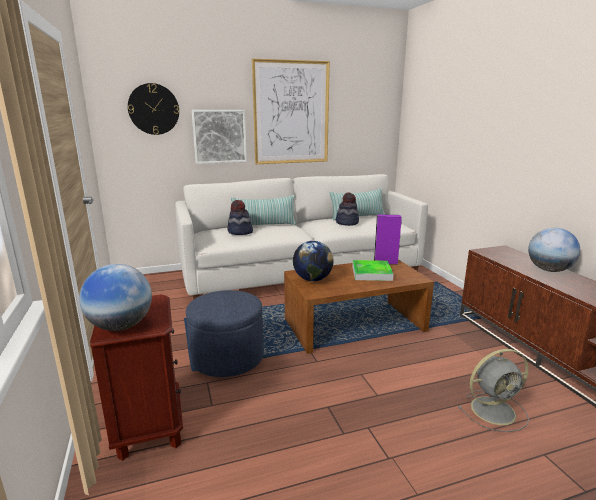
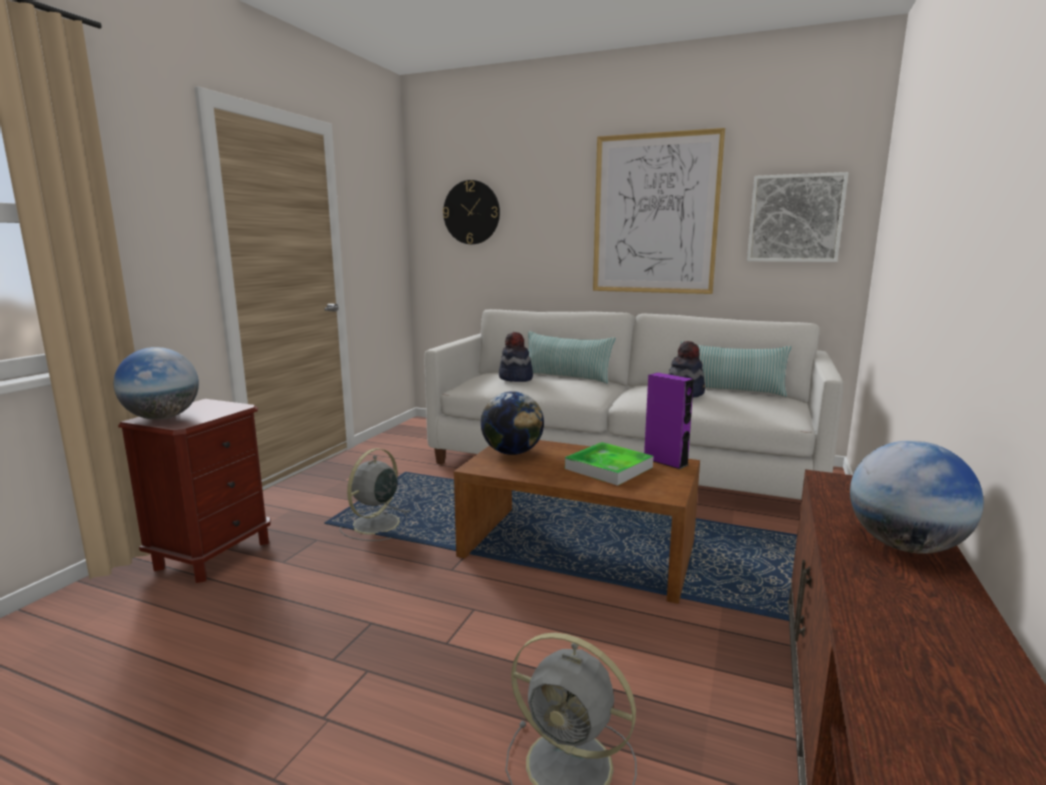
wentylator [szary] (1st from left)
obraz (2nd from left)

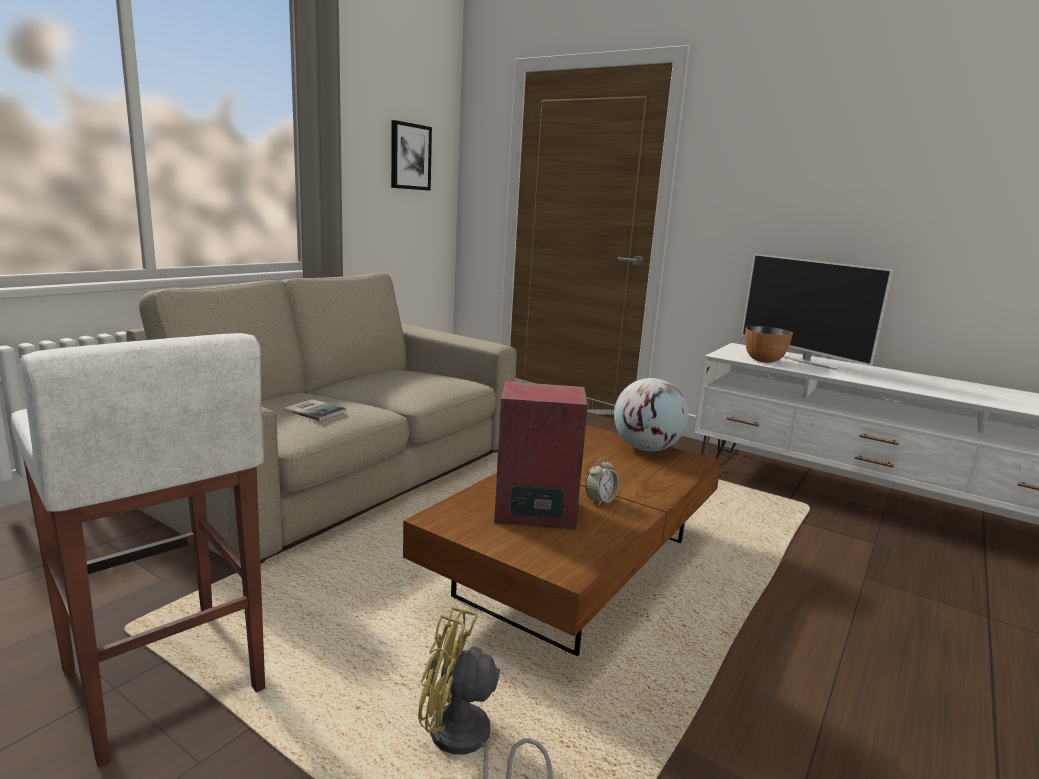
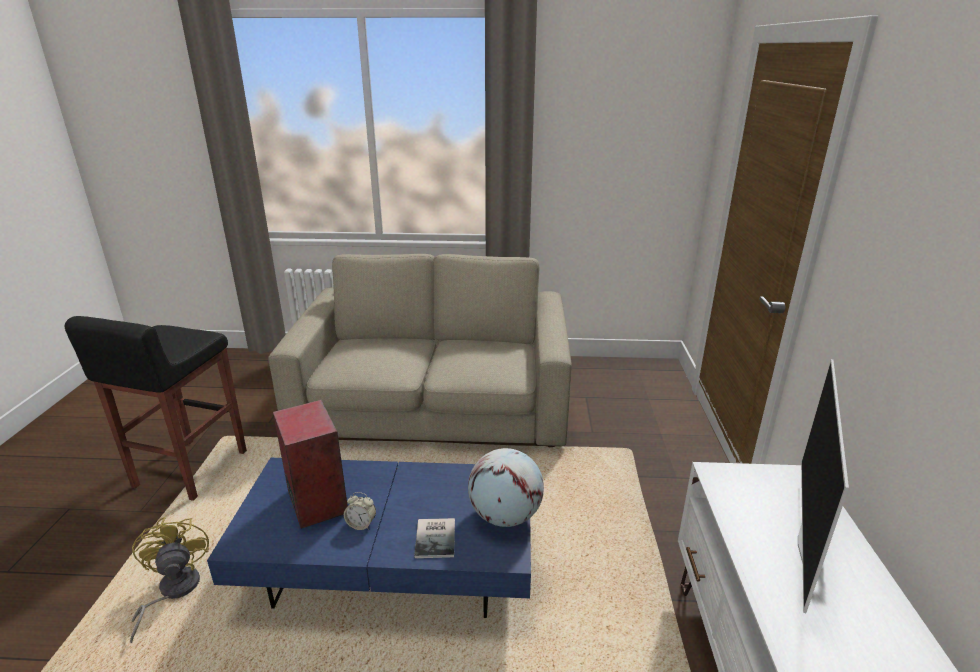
stołek [czarny]
ława [niebieski]
książka
obraz
miska

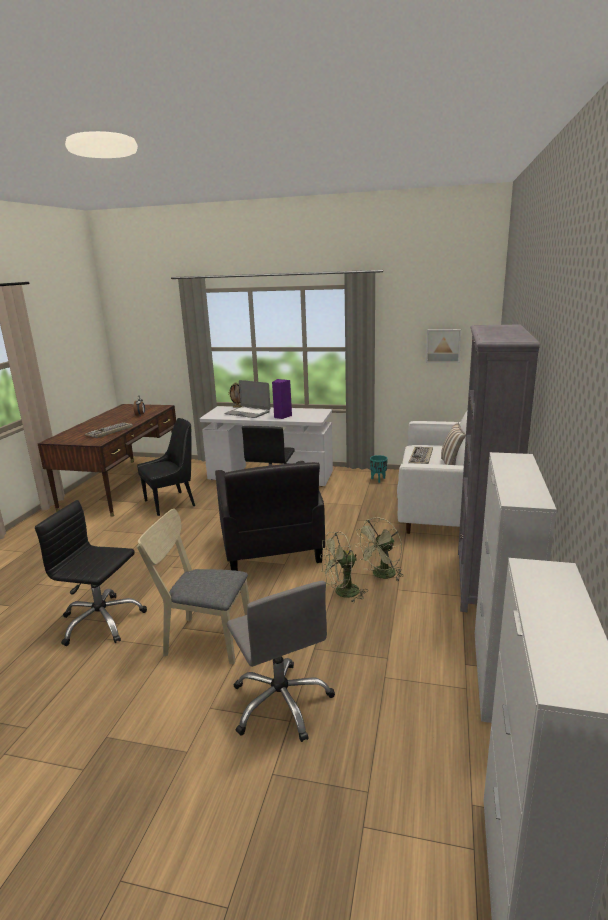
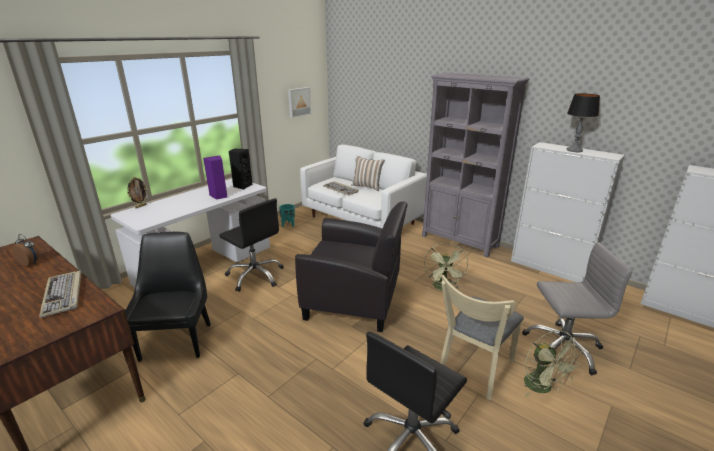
głośnik [czarny]
wentylator [zielony] (2nd from left)
lampa stołowa
laptop

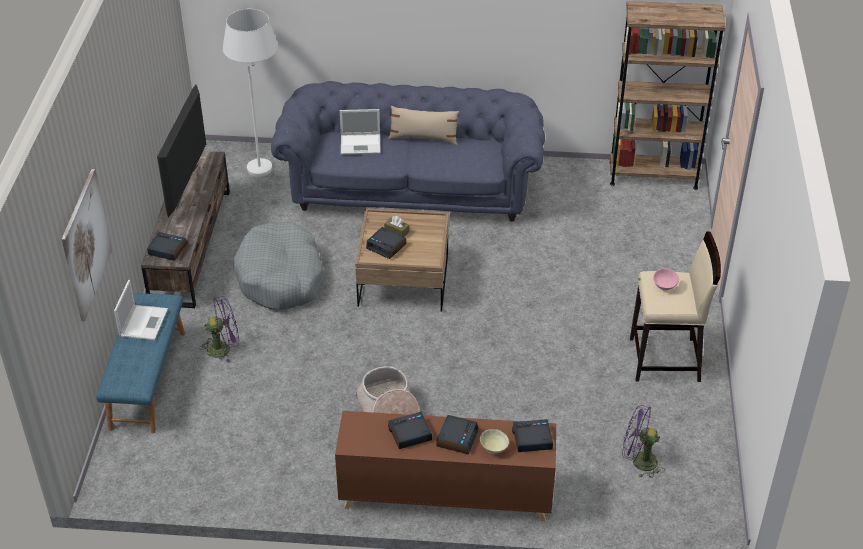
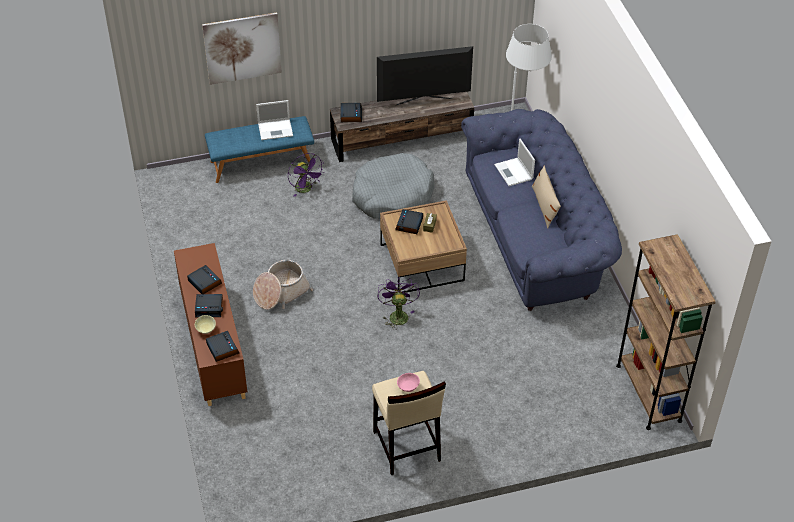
wentylator [fioletowy] (2nd from left)

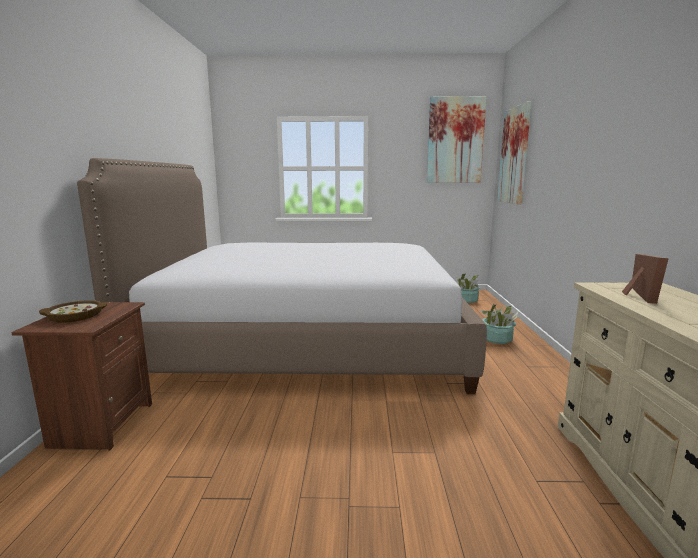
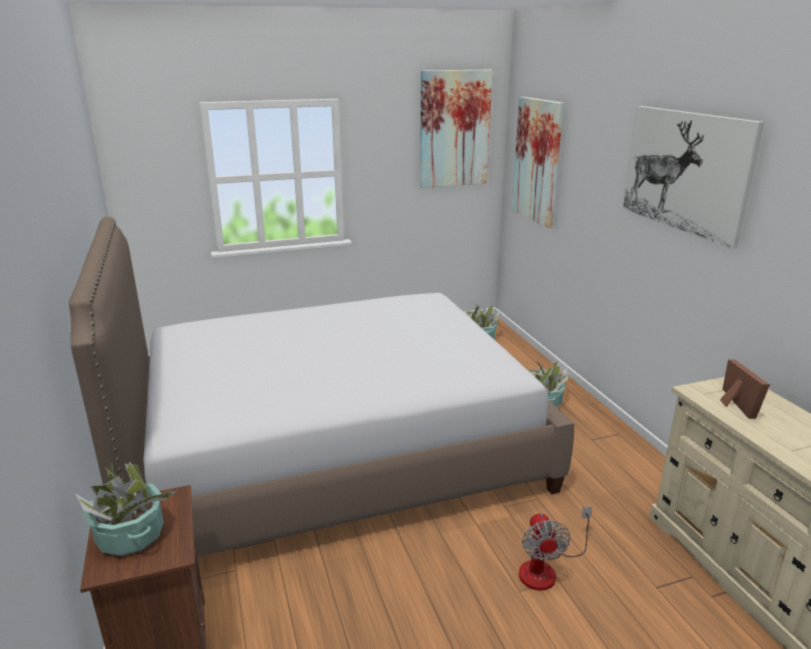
roślina doniczkowa (1st from left)
wentylator
obraz (3rd from left)

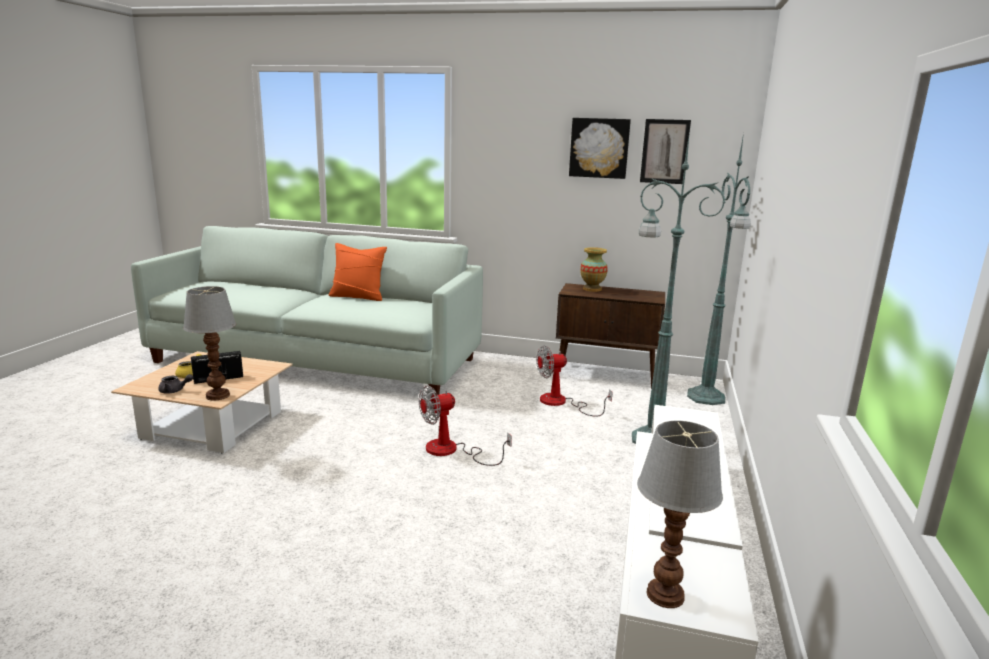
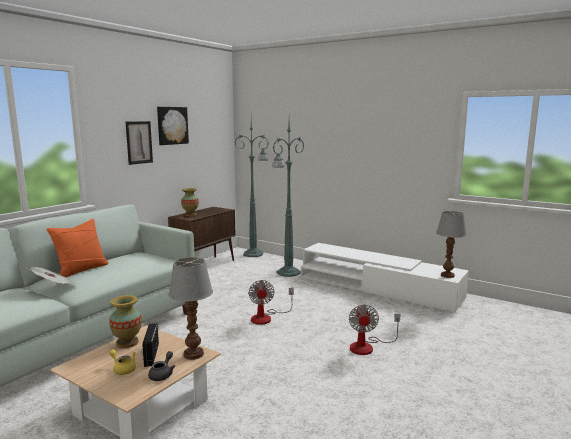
gazeta
wazon (1st from left)
obraz (1st from left)
wentylator (2nd from left)

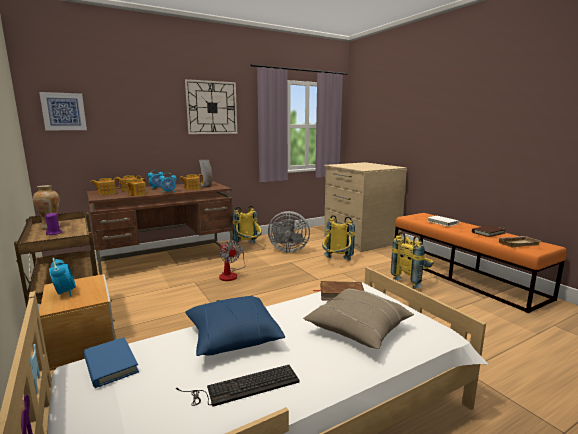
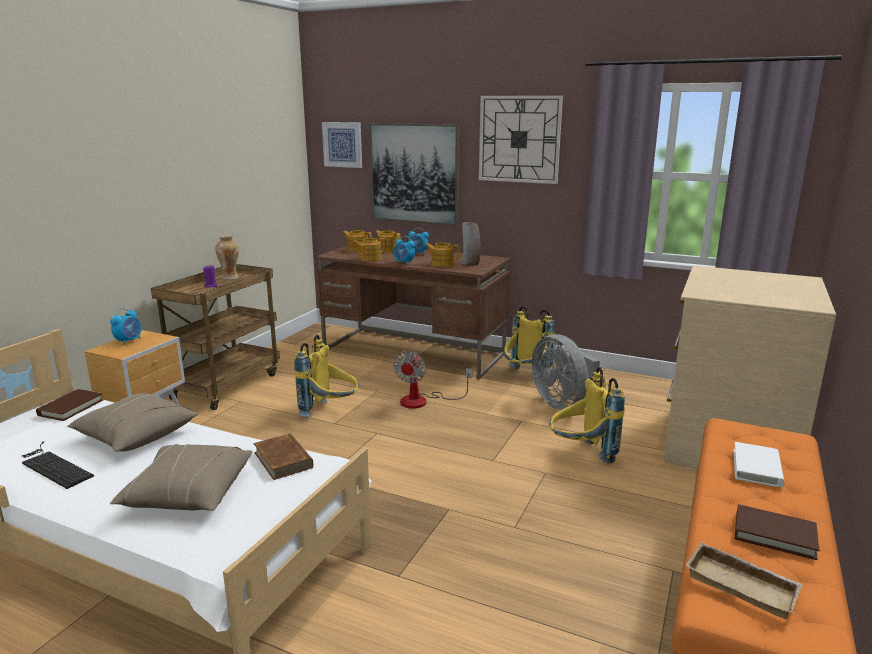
książka [brązowy] (1st from left)
poduszka [beżowy] (1st from left)
plecak [żółty] (1st from left)
obraz (2nd from left)

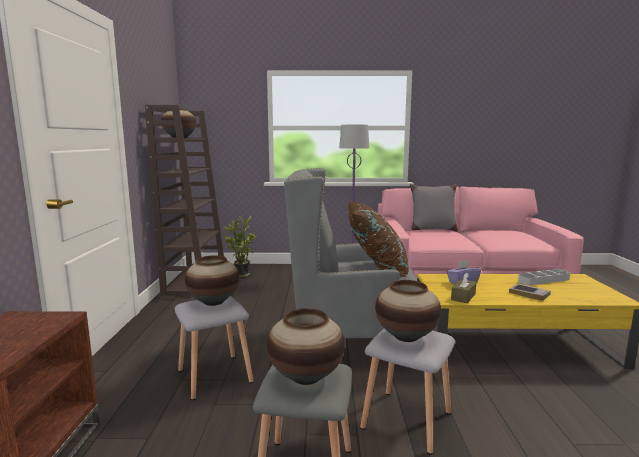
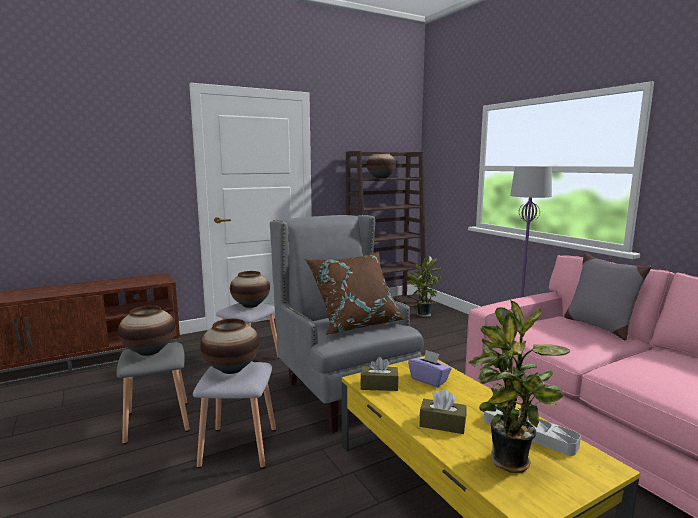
pudełko chusteczek [brązowy] (2nd from left)
roślina doniczkowa (2nd from left)

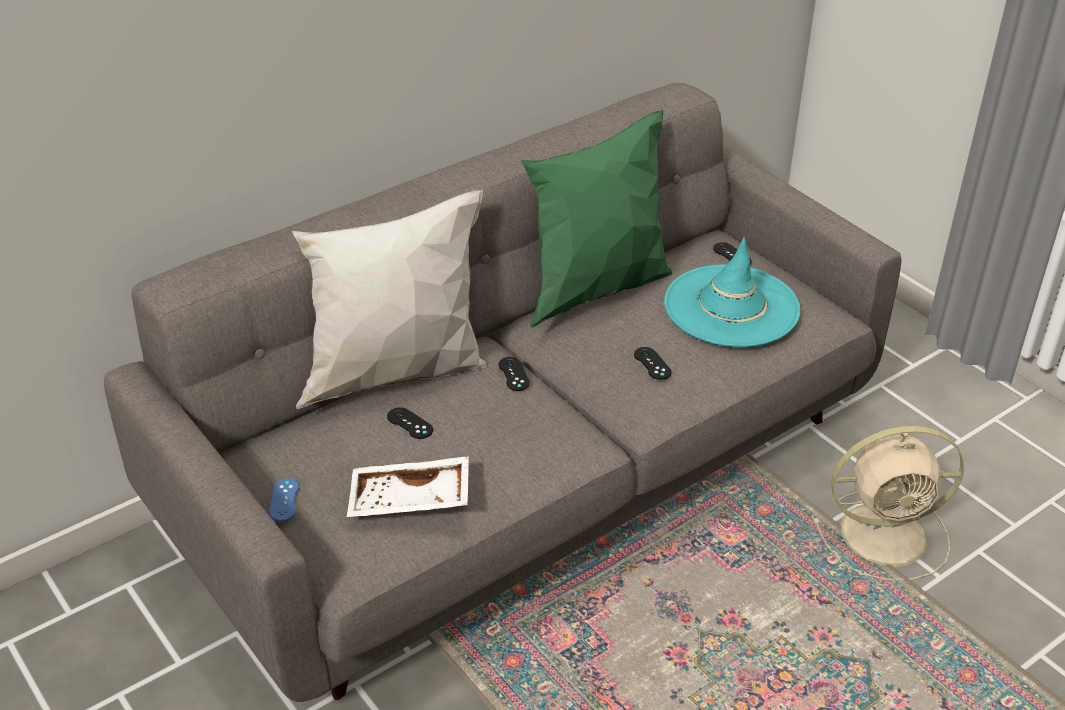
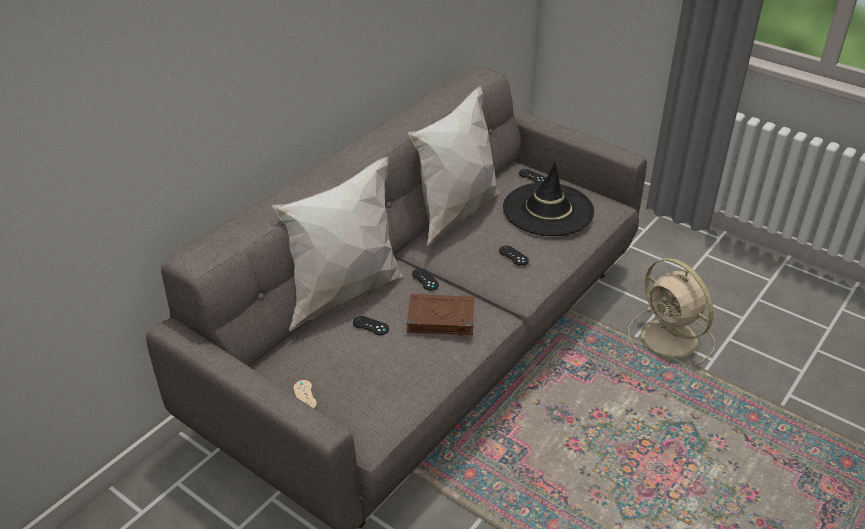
pad do gier [beżowy]
poduszka [biały] (2nd from left)
książka [brązowy]
kapelusz [czarny]
wentylator [beżowy]
taca [biały]

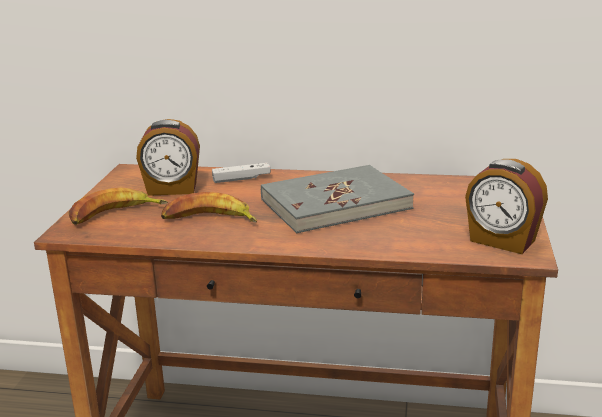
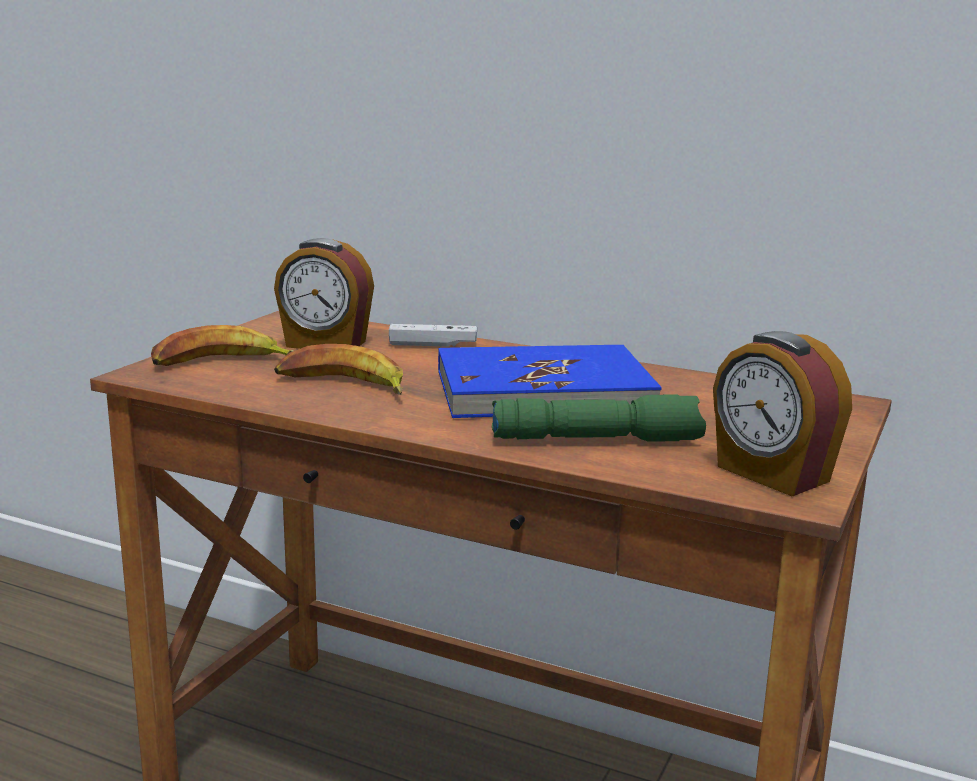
książka [niebieski]
latarka [zielony]

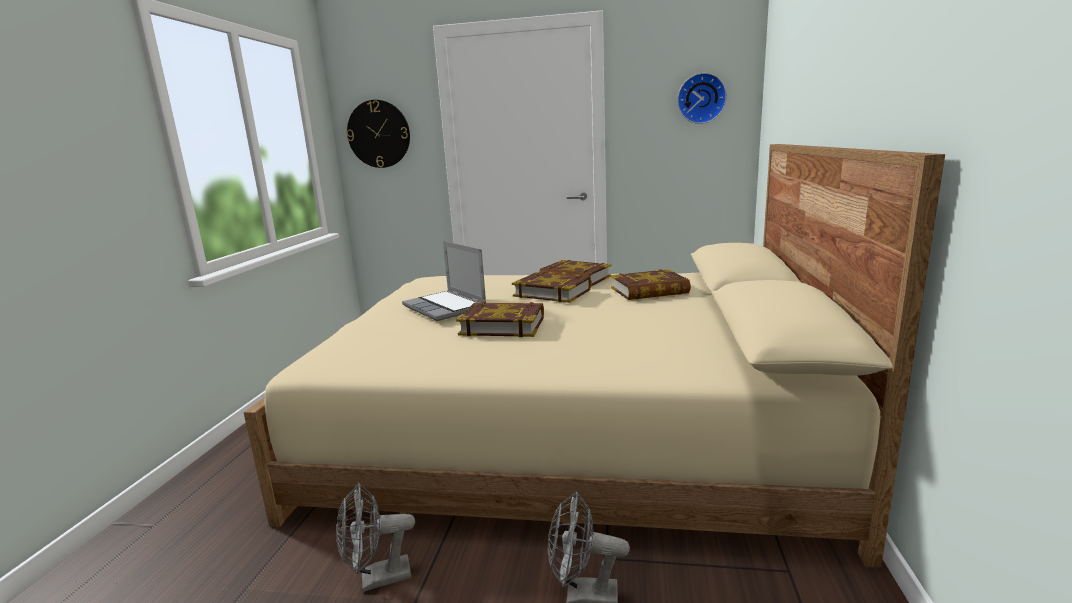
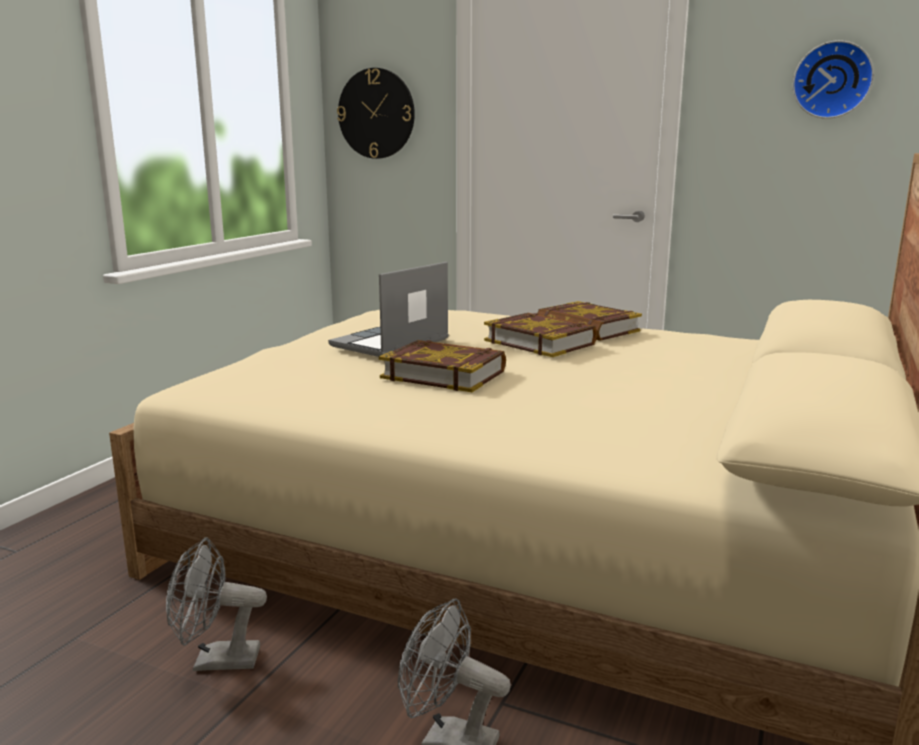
laptop
książka (4th from left in the first image)

